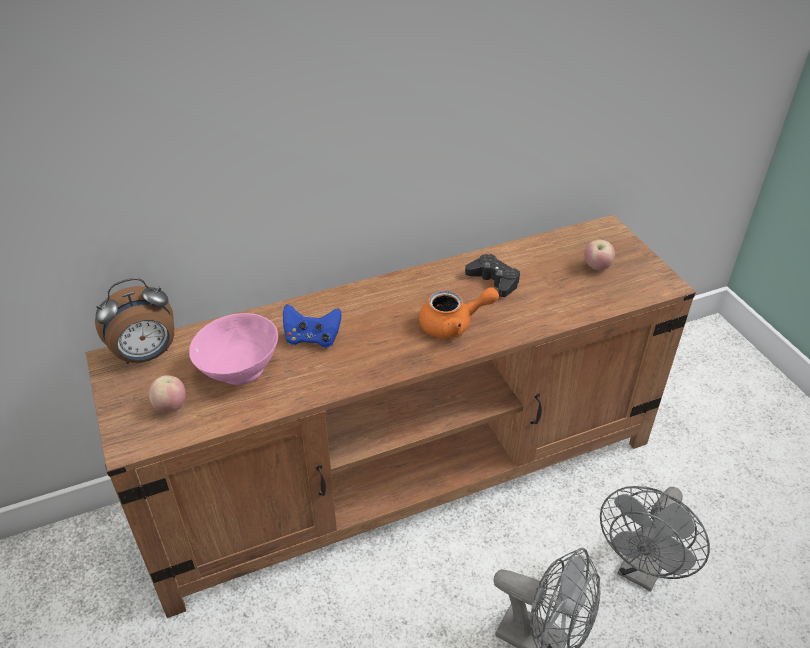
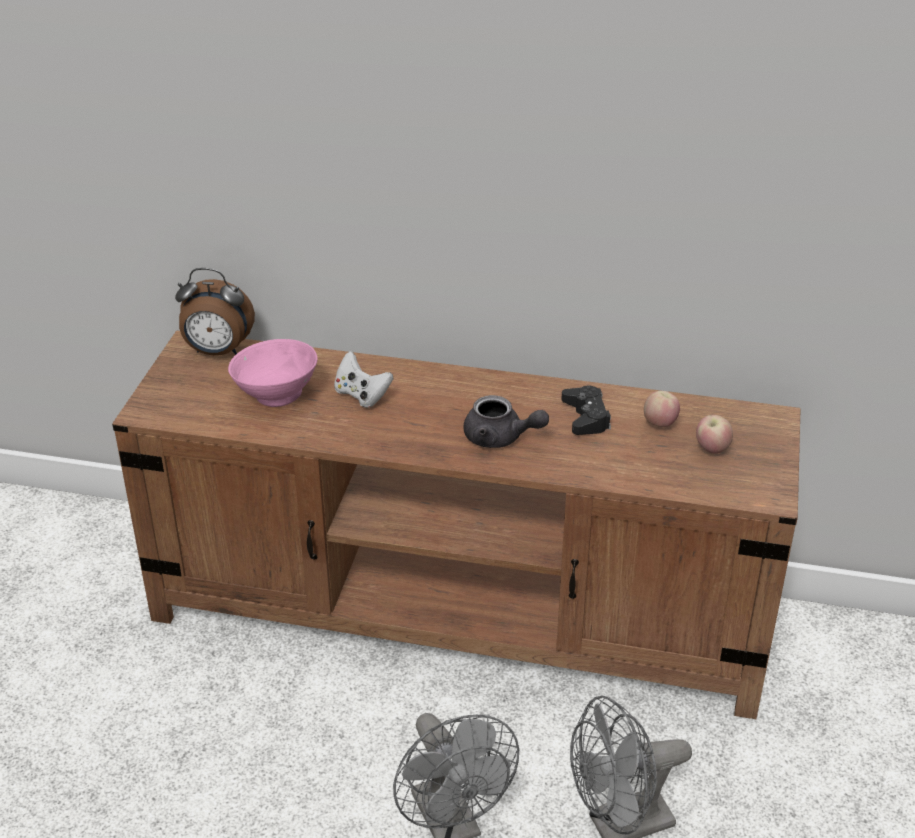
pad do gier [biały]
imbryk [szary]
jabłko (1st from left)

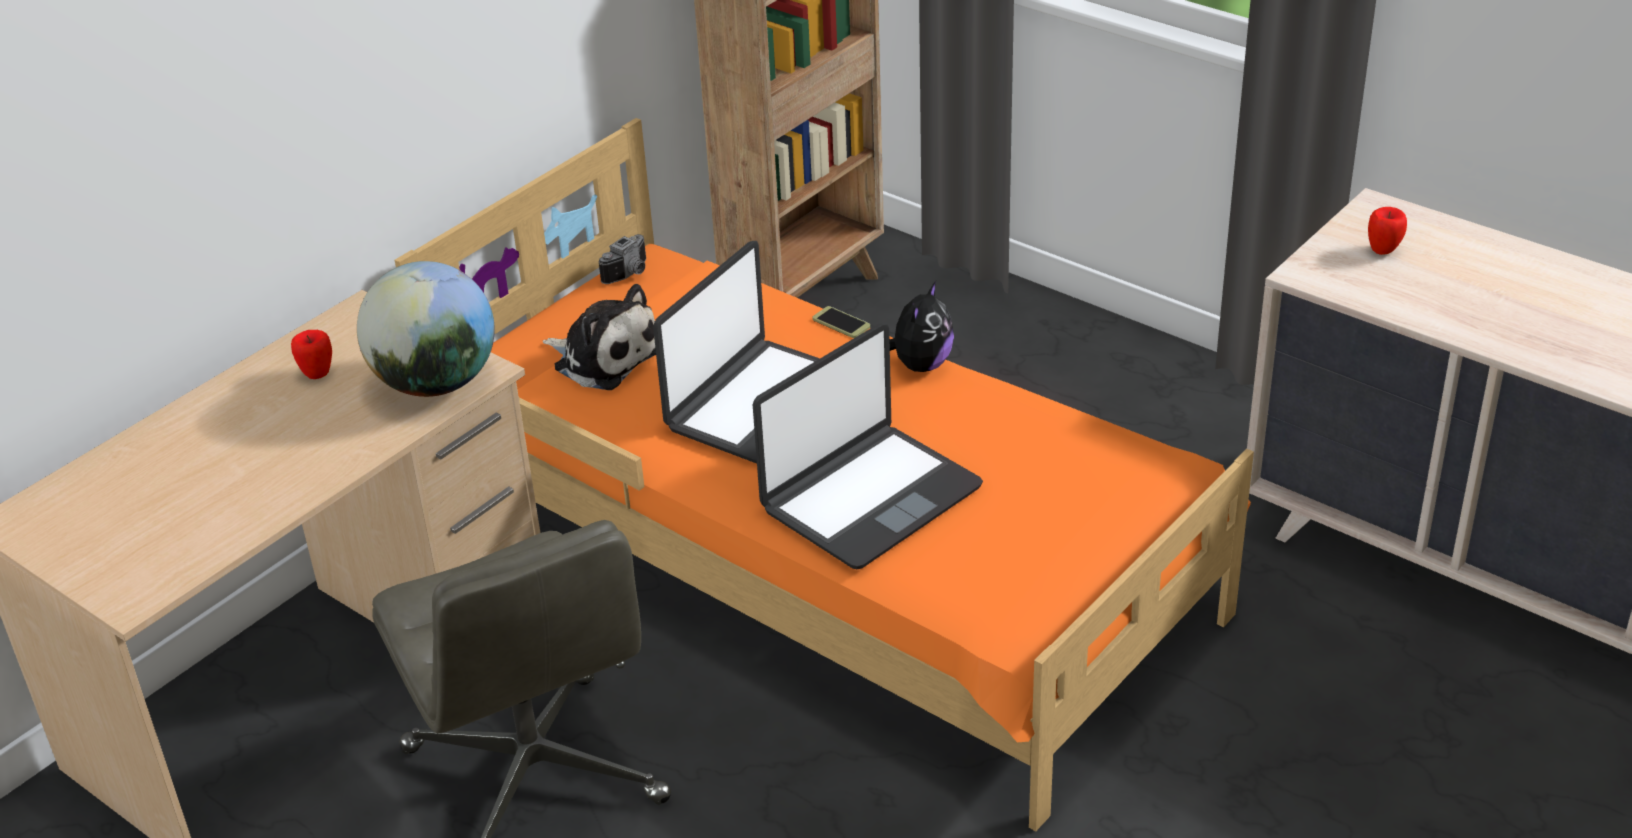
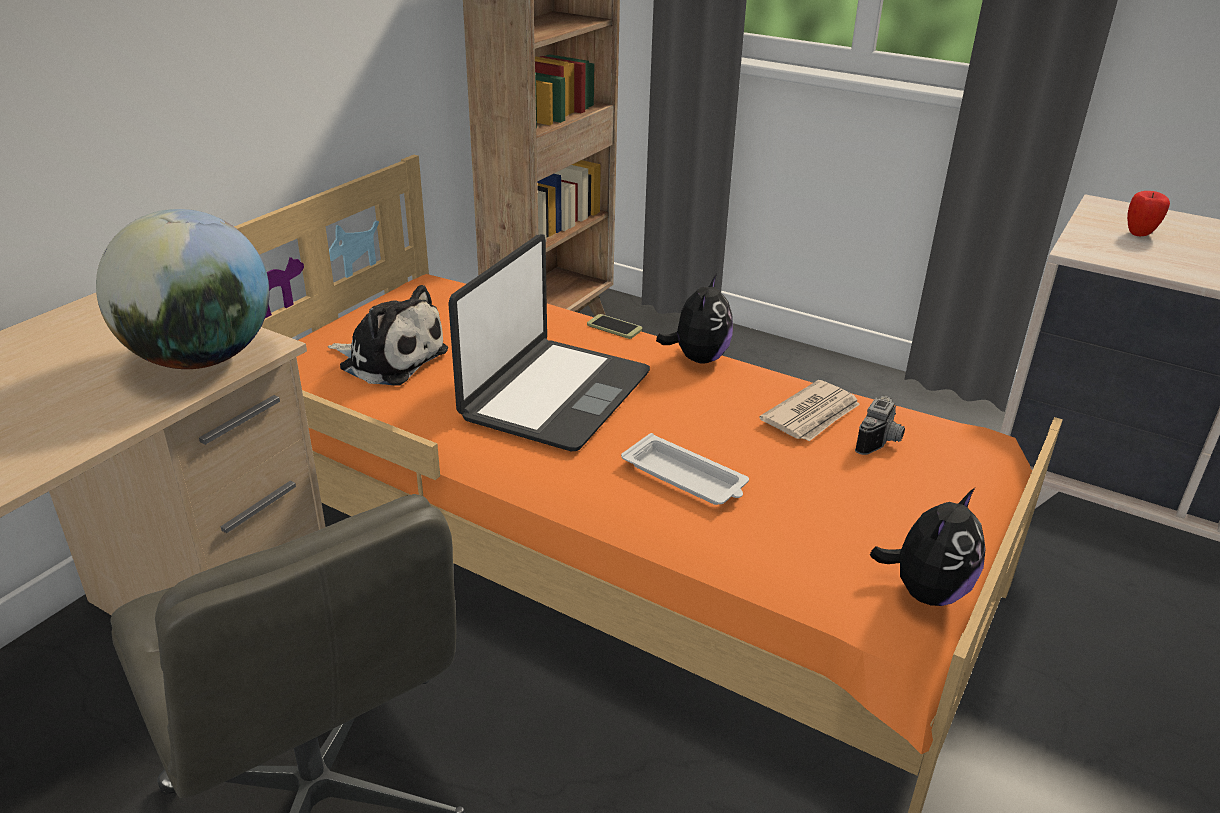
taca [biały]
gazeta
aparat fotograficzny
pluszak (3rd from left)
jabłko (1st from left in the first image)

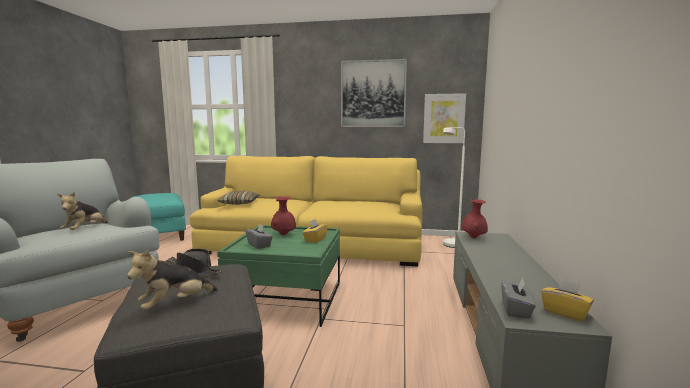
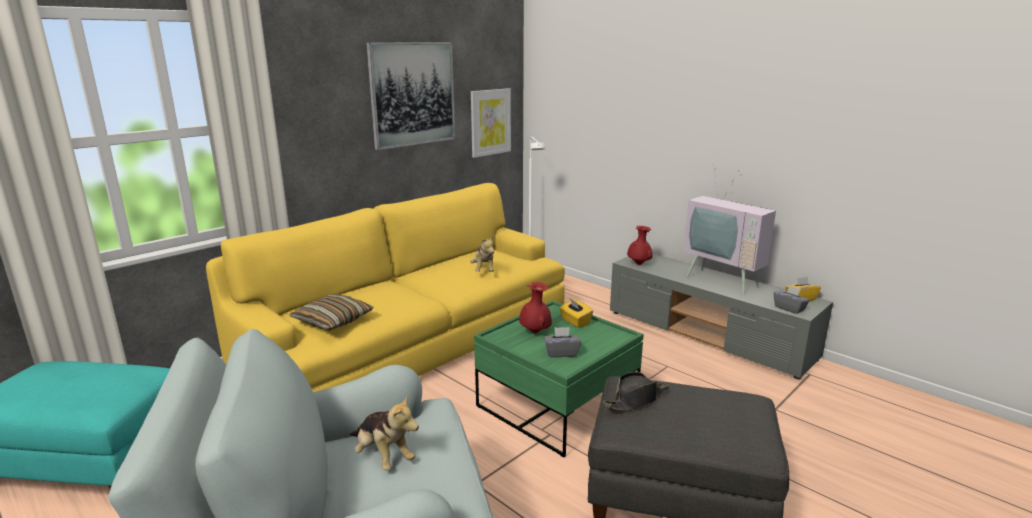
pluszak (2nd from left)
telewizor

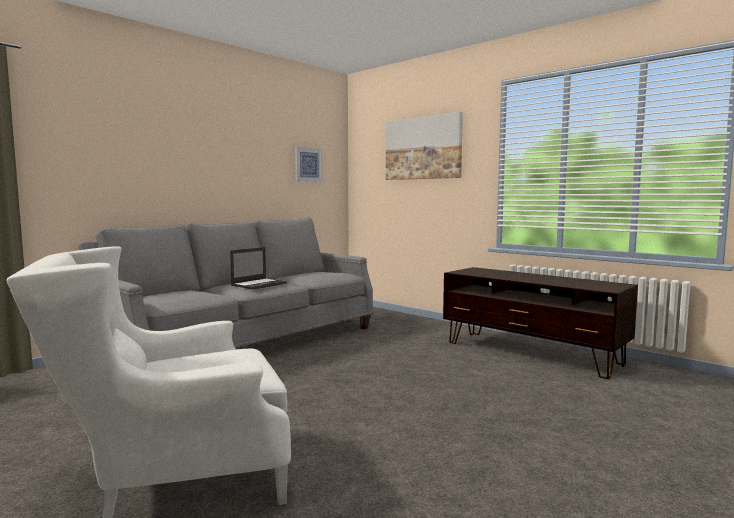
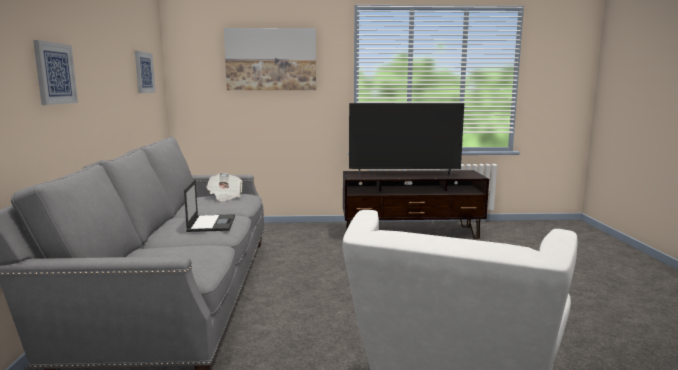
obraz (1st from left)
gazeta
telewizor

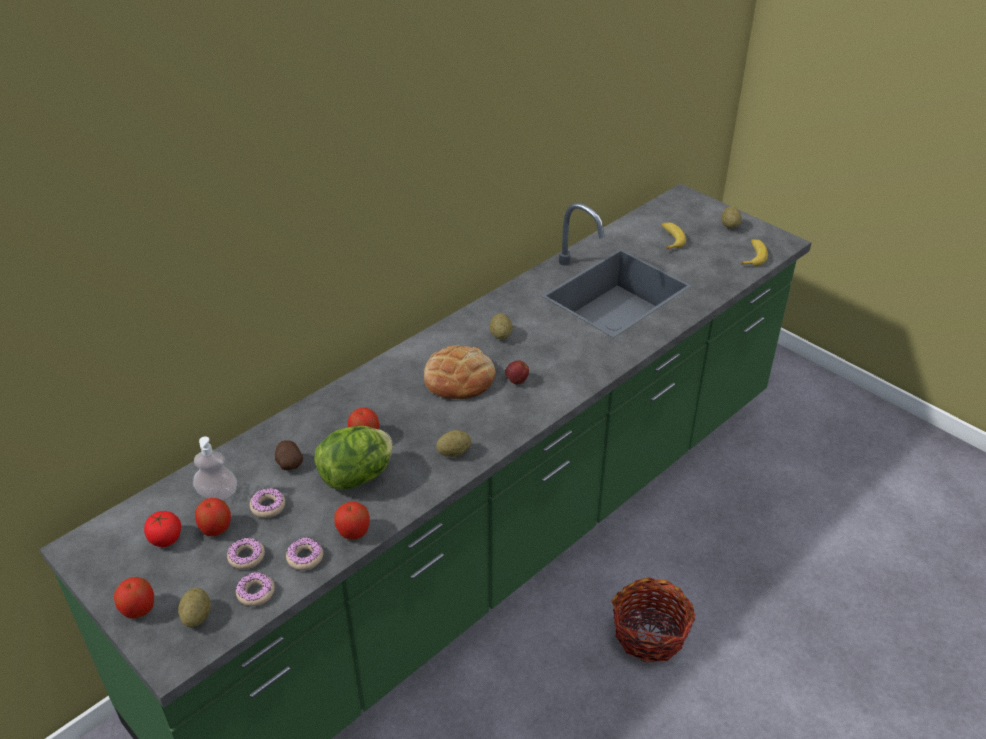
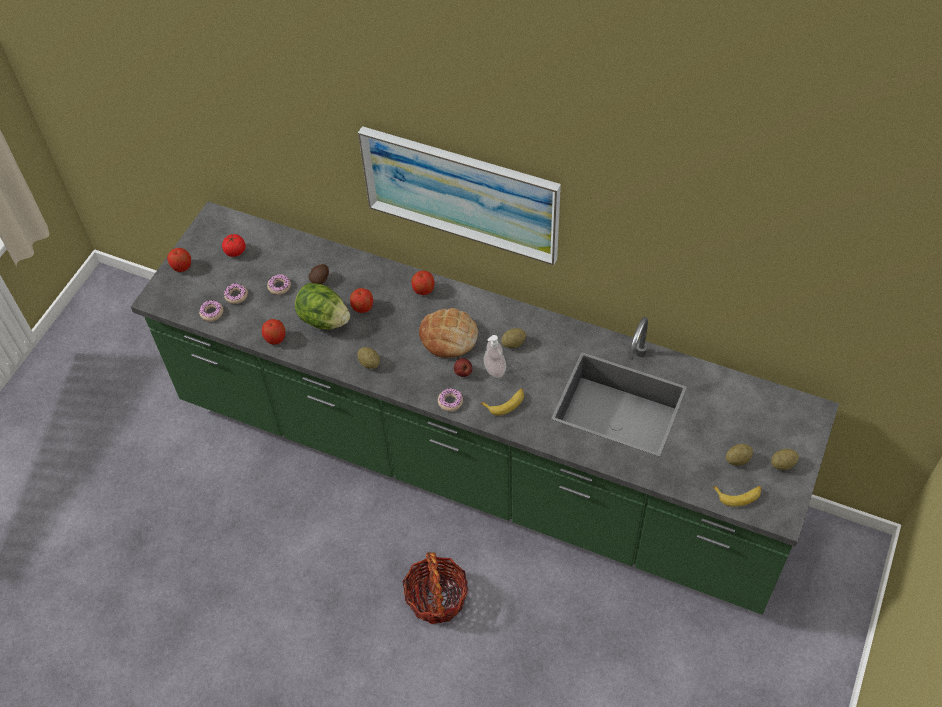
obraz
jabłko (4th from left)
donut (4th from left)
banan (1st from left)
dozownik mydła
ziemniak (4th from left)

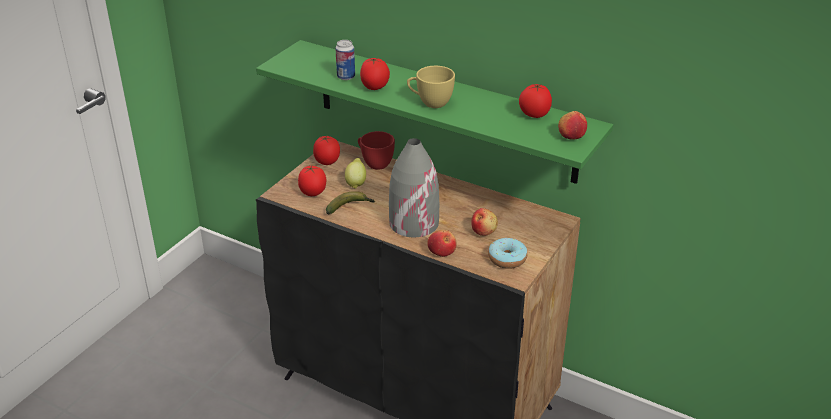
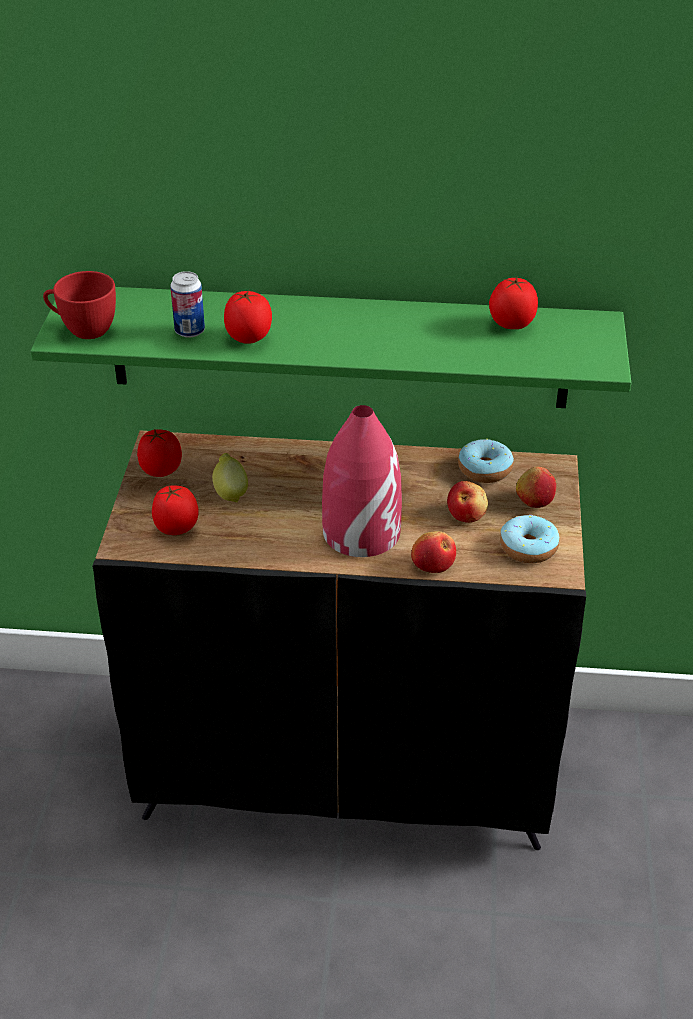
filiżanka [czerwony]
wazon [czerwony]
donut (1st from left)
jabłko (3rd from left)
banan
filiżanka [żółty]

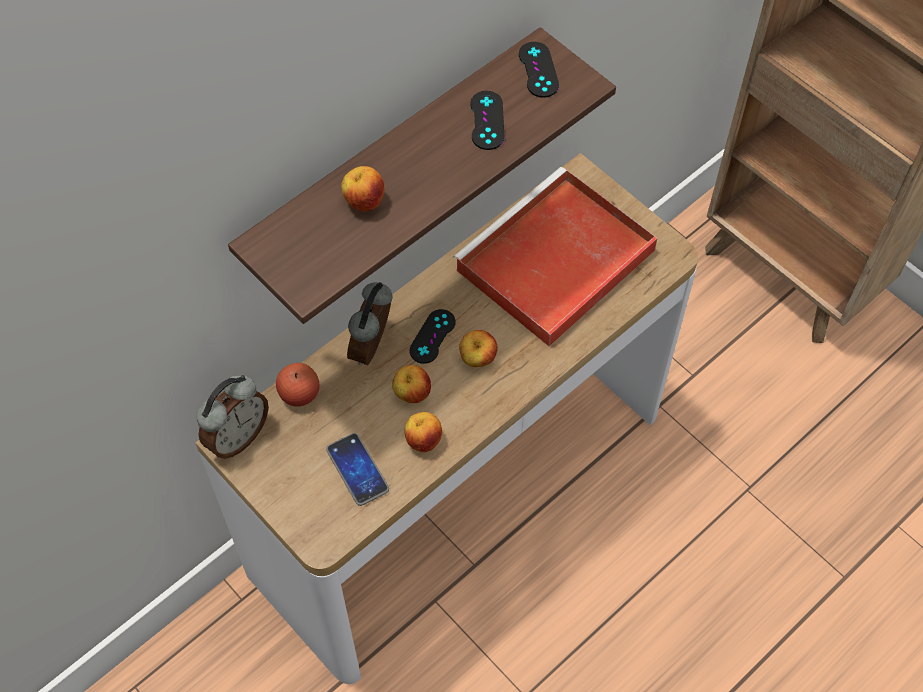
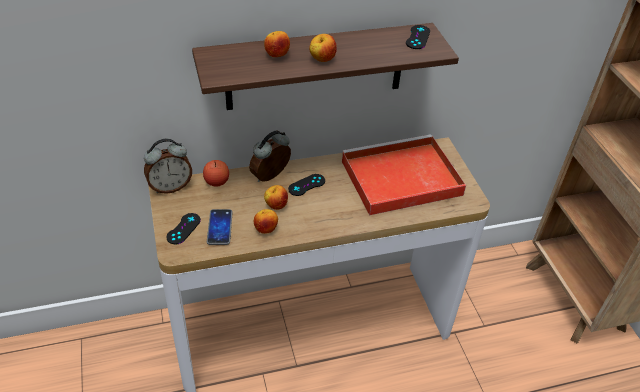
pad do gier [czarny] (1st from left)
jabłko (5th from left)

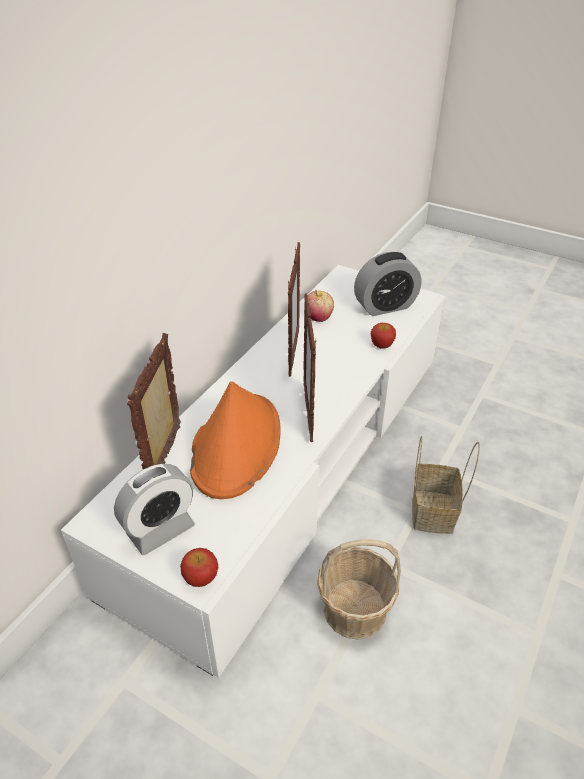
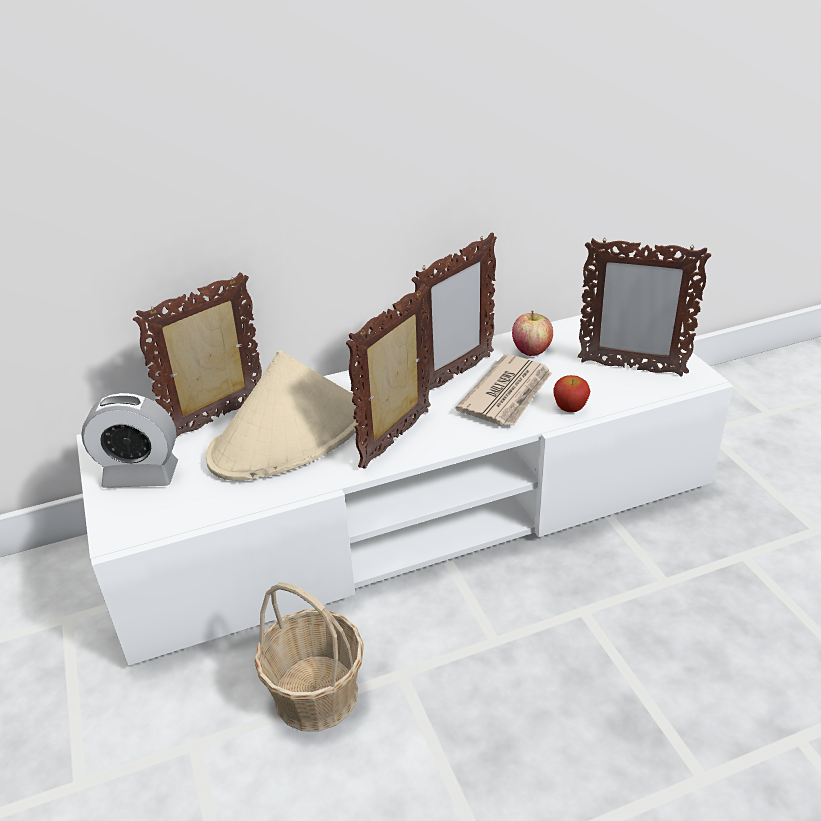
kapelusz [beżowy]
gazeta
ramka na zdjęcie (4th from left)
jabłko (1st from left in the first image)
koszyk (2nd from left in the first image)

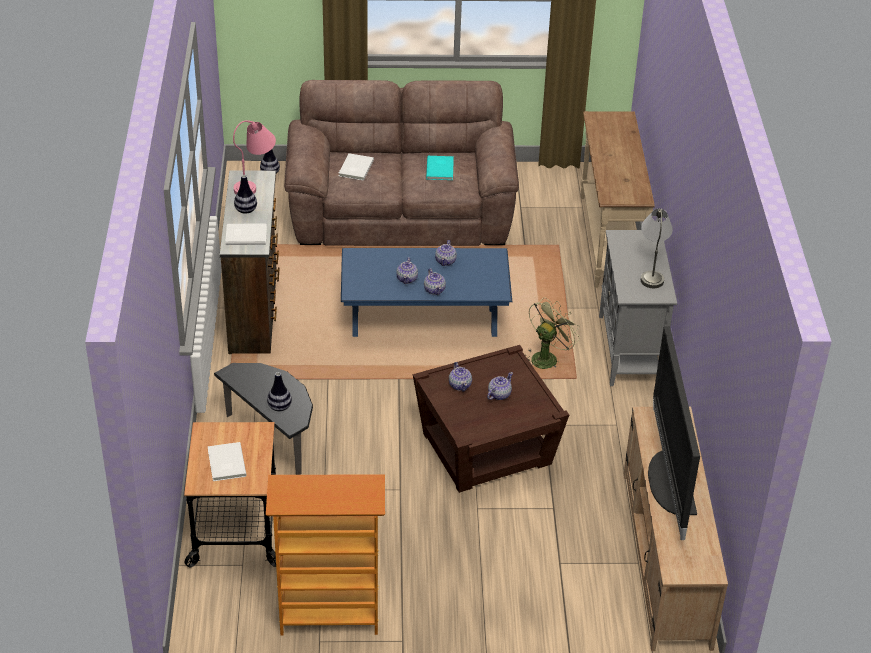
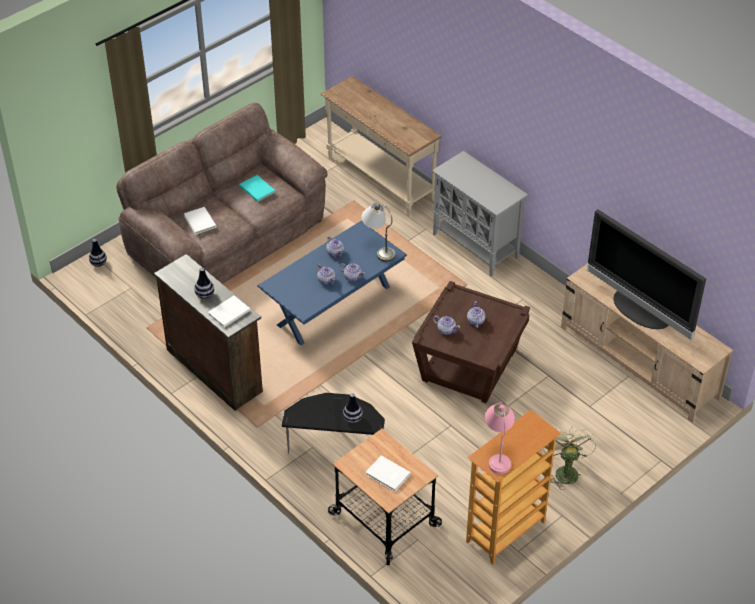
lampa stołowa [szary]
lampa stołowa [różowy]
wentylator [zielony]

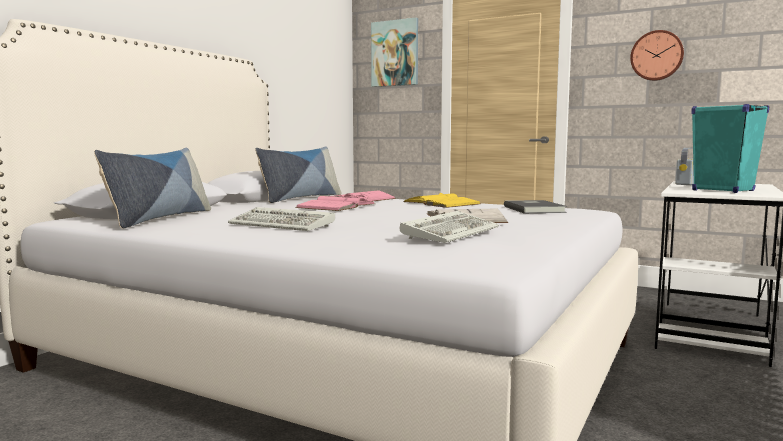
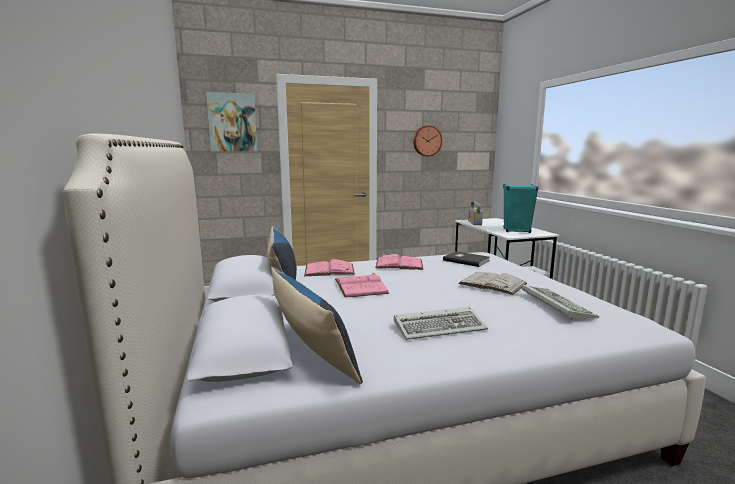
książka [różowy] (3rd from left)

